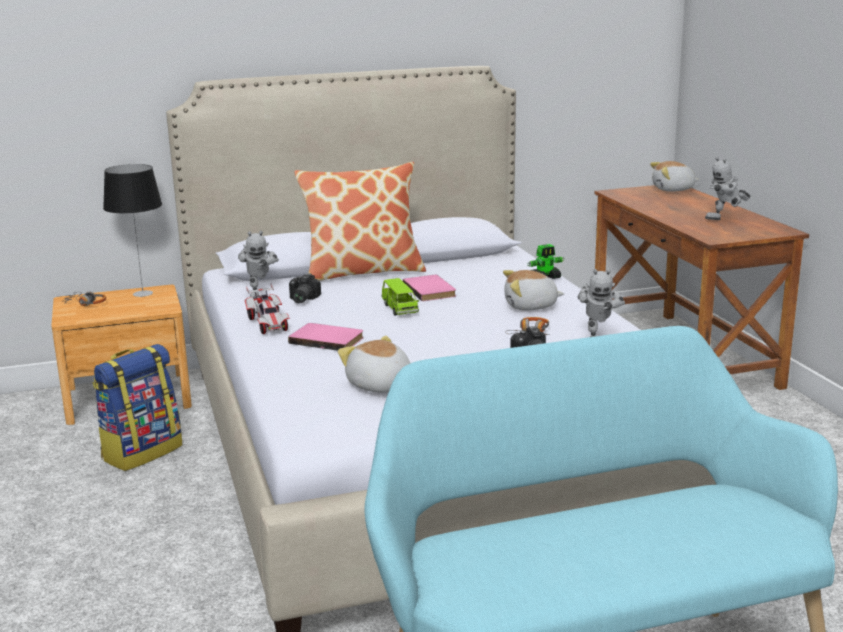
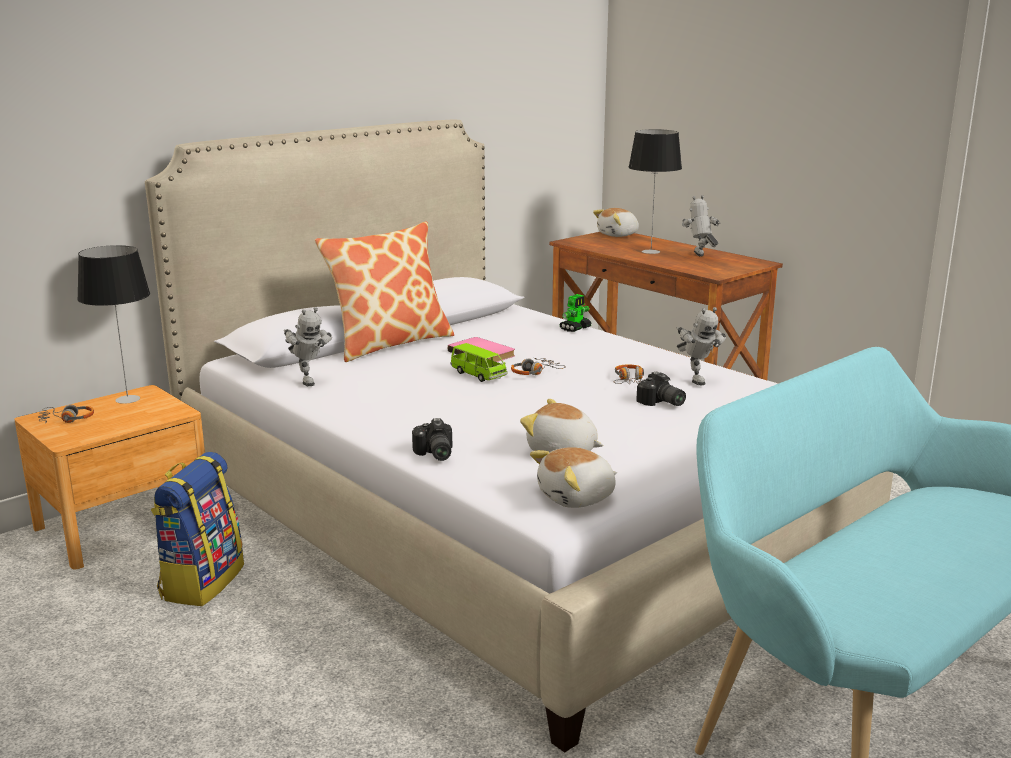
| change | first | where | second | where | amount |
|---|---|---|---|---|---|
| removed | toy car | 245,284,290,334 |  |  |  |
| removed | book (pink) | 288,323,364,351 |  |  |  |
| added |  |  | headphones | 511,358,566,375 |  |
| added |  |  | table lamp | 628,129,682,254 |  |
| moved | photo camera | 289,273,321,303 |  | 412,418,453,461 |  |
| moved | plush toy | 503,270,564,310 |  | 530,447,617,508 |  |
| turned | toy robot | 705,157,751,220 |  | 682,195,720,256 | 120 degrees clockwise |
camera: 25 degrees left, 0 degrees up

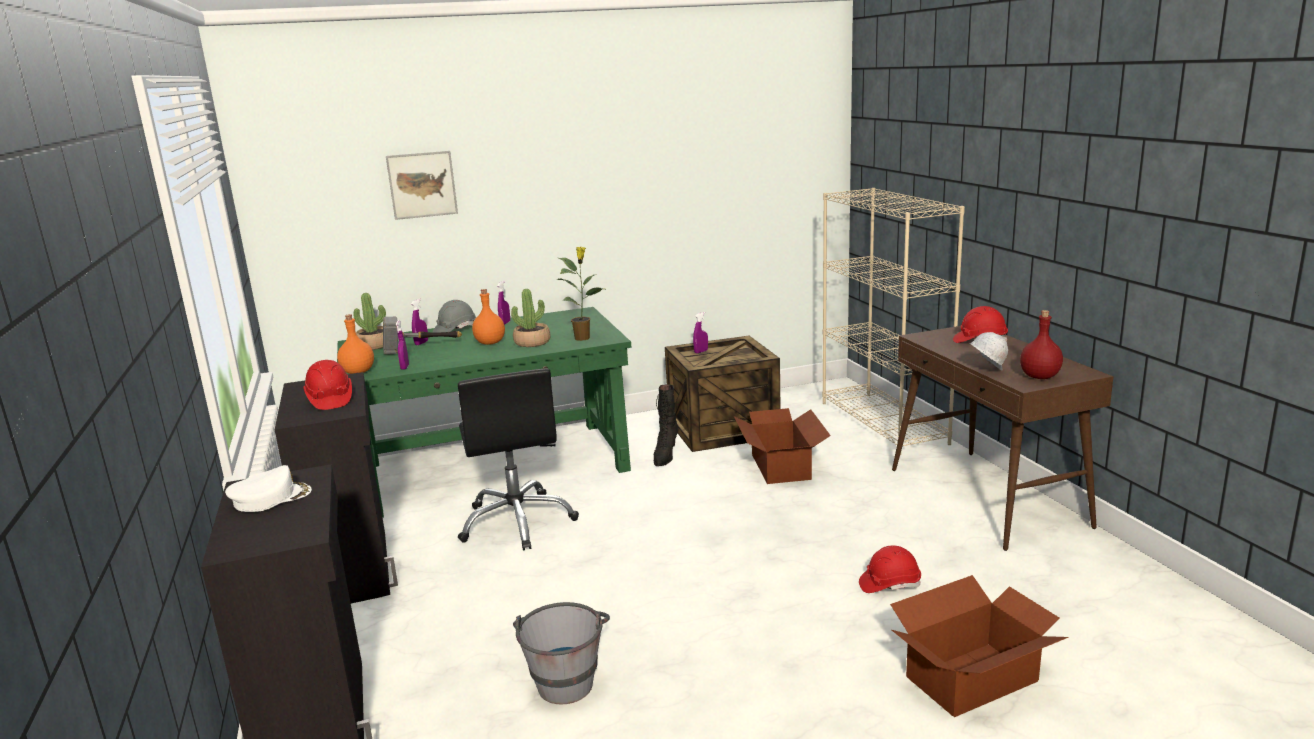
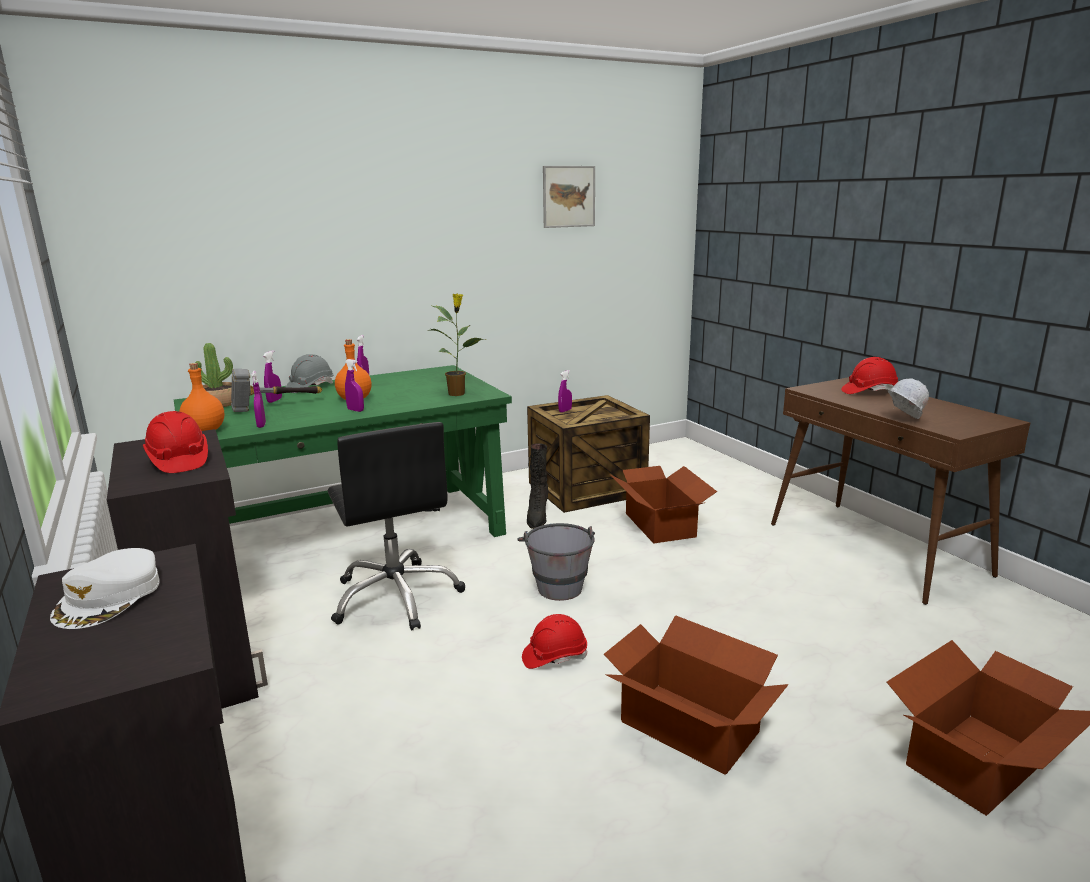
| change | first | where | second | where | amount |
|---|---|---|---|---|---|
| removed | potted plant | 511,289,550,347 |  |  |  |
| removed | bookcase (beige) | 822,188,965,455 |  |  |  |
| removed | bottle (red) | 1020,310,1063,379 |  |  |  |
| added |  |  | spray bottle (purple) | 345,359,364,412 |  |
| added |  |  | cardboard box | 604,615,788,775 |  |
| moved | picture | 386,151,458,220 |  | 543,166,595,228 |  |
| moved | bucket (grey) | 513,602,610,704 |  | 517,523,595,601 |  |
| moved | hard hat (red) | 859,545,921,593 |  | 522,614,587,669 |  |
| turned | cap (white) | 225,465,312,512 |  | 50,548,160,629 | 135 degrees clockwise |
camera: 10 degrees left, 0 degrees up

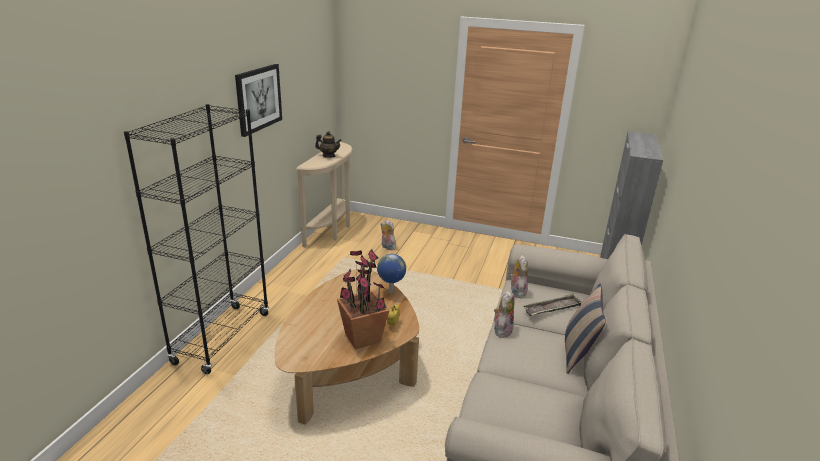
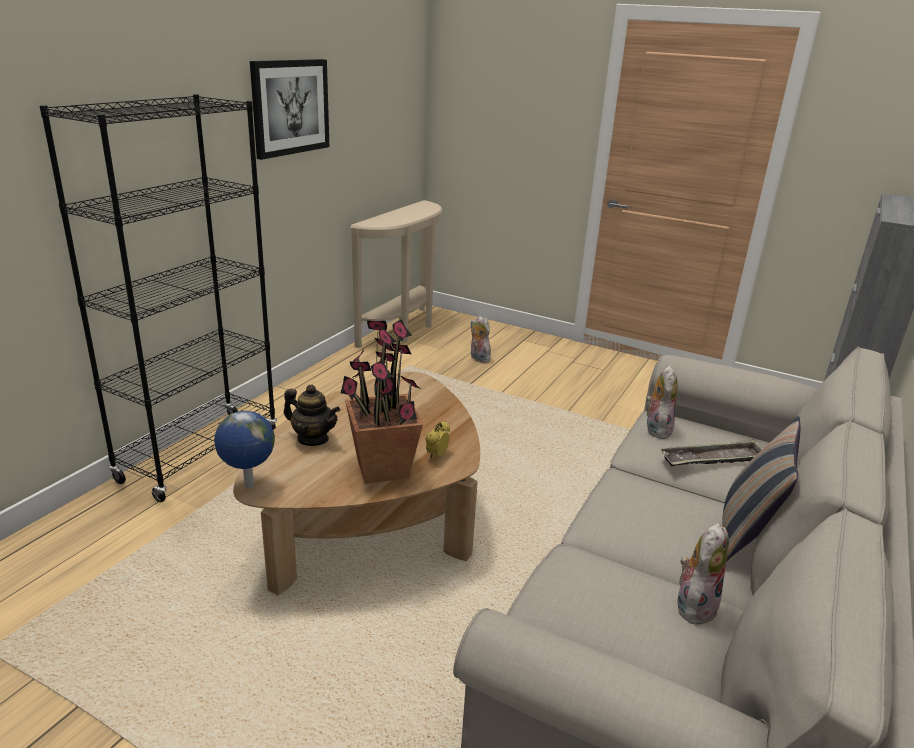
| change | first | where | second | where | amount |
|---|---|---|---|---|---|
| moved | teapot | 315,131,342,158 |  | 284,384,340,446 |  |
| moved | globe | 377,254,406,294 |  | 214,411,275,489 |  |
| moved | plush toy | 494,290,515,338 |  | 678,523,729,624 |  |
camera: 10 degrees right, 0 degrees up

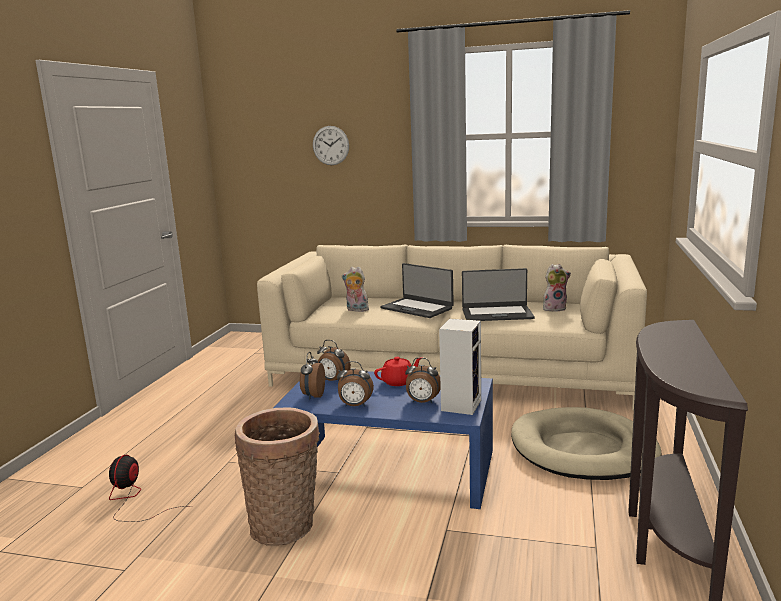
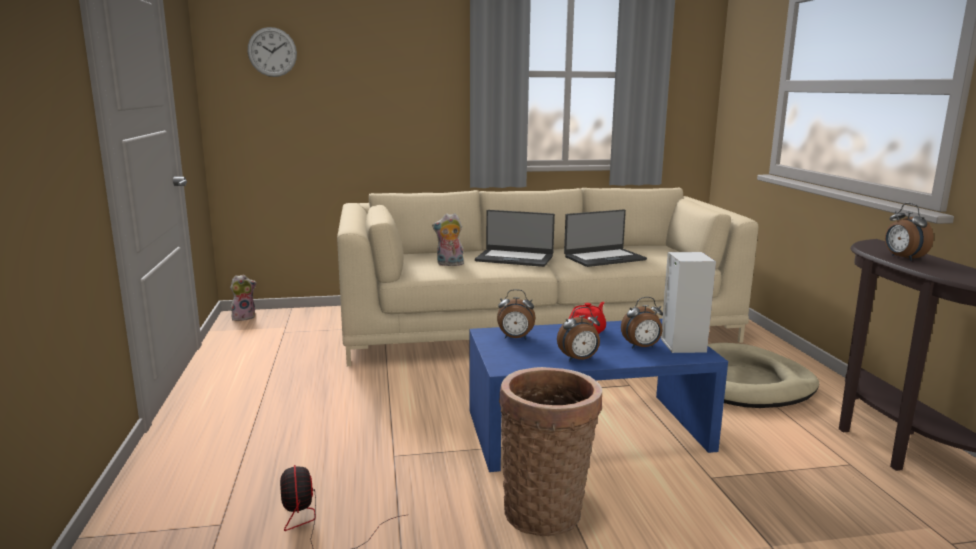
| change | first | where | second | where | amount |
|---|---|---|---|---|---|
| moved | alarm clock | 300,352,325,400 |  | 885,203,934,261 |  |
| moved | wall clock | 313,126,349,165 |  | 248,27,297,77 |  |
| moved | plush toy | 543,264,571,312 |  | 230,275,257,321 |  |
camera: 25 degrees left, 0 degrees up

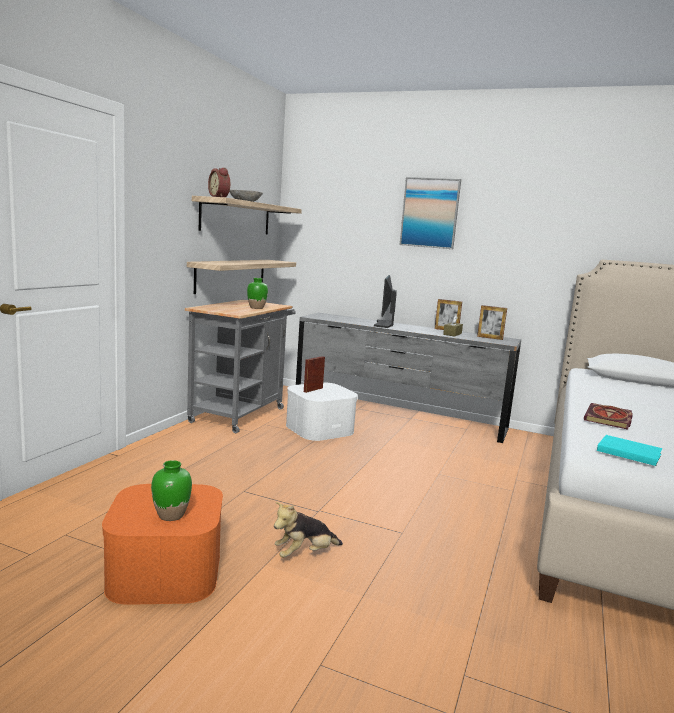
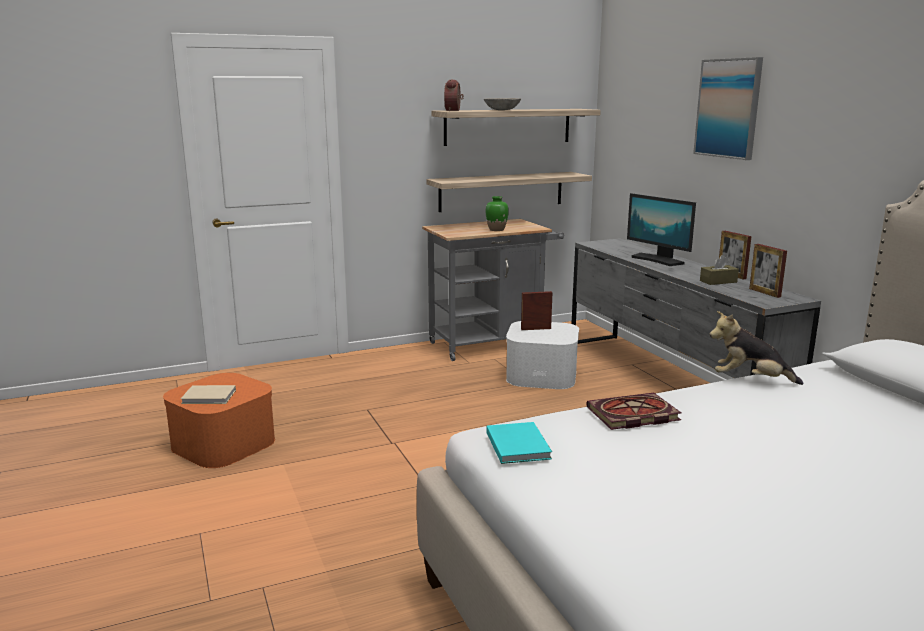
| change | first | where | second | where | amount |
|---|---|---|---|---|---|
| moved | plush toy | 274,502,343,558 |  | 710,311,803,385 |  |
| replaced | vase (green) | 151,460,192,521 | book (beige) | 181,385,236,404 |  |
| turned | monitor | 374,275,397,328 |  | 627,193,696,266 | 90 degrees counterclockwise |
camera: 45 degrees right, 5 degrees up

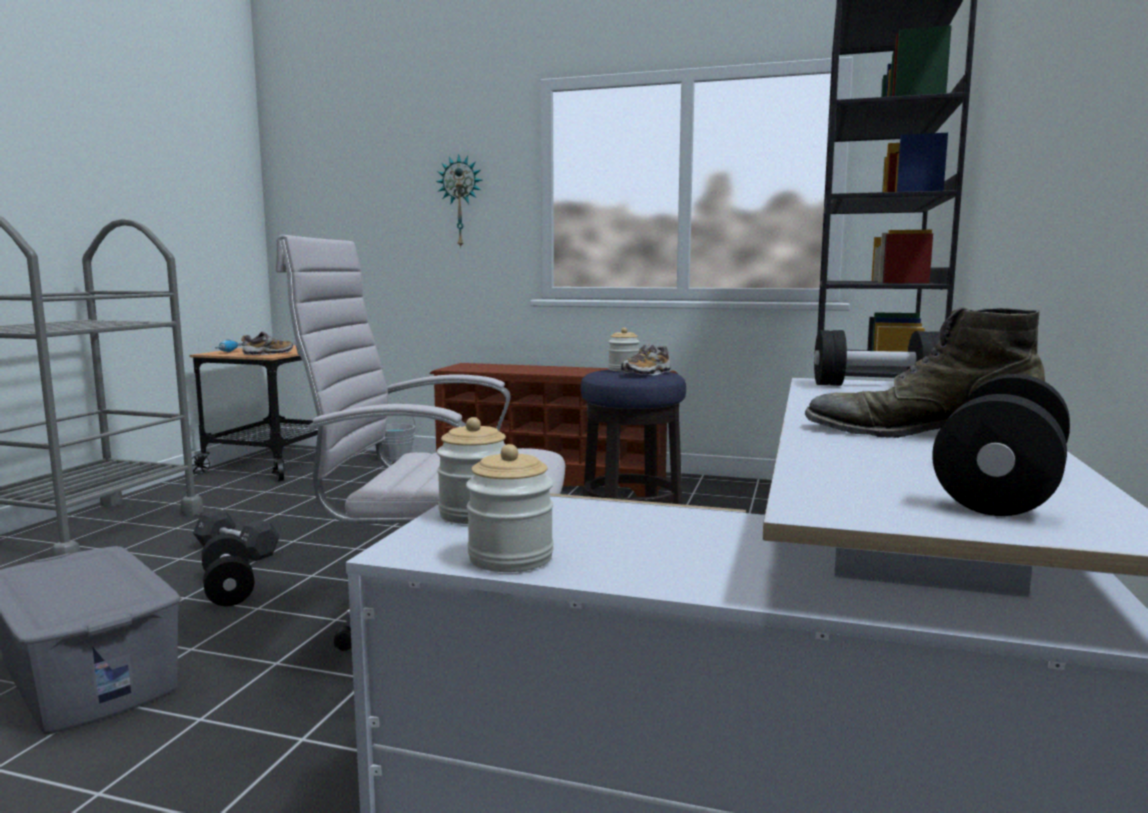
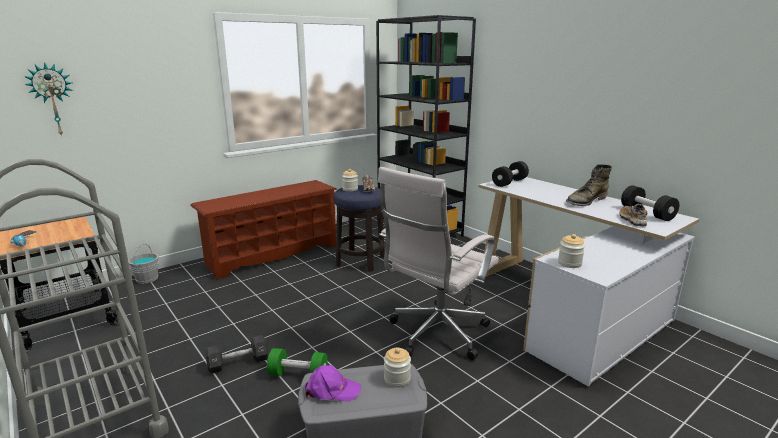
| change | first | where | second | where | amount |
|---|---|---|---|---|---|
| added |  |  | cap (purple) | 305,365,361,402 |  |
| moved | shoe | 241,331,293,355 |  | 619,204,647,227 |  |
| moved | wall clock | 436,154,482,249 |  | 24,62,73,137 |  |
| moved | jar | 466,444,554,572 |  | 384,348,411,388 |  |
| recoloured | dumbbell (black) | 202,533,255,606 | dumbbell (green) | 267,348,328,376 |  |
camera: 55 degrees left, 10 degrees up

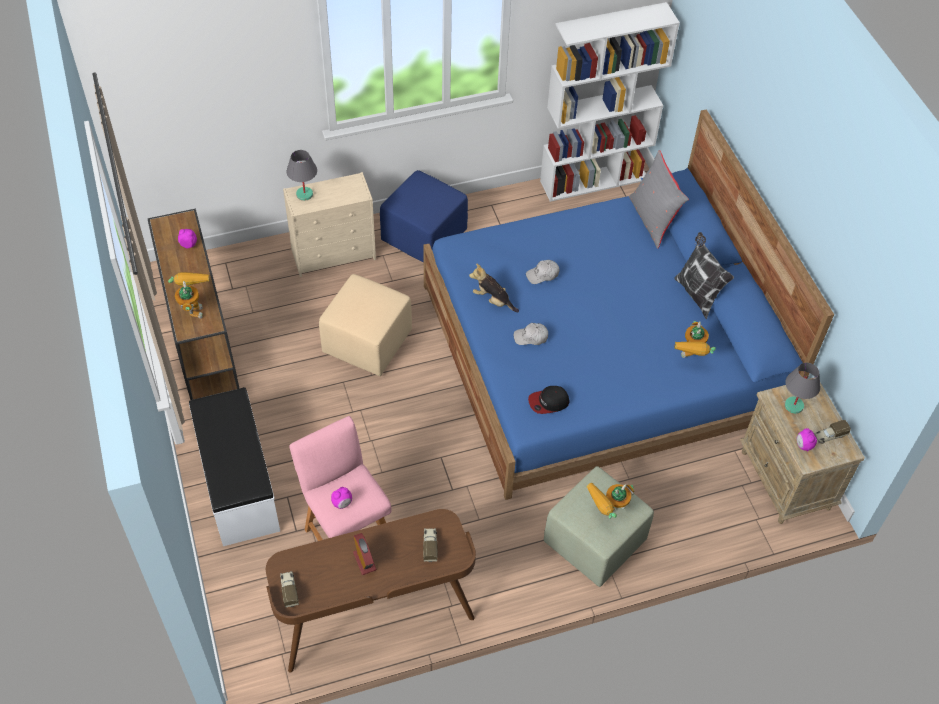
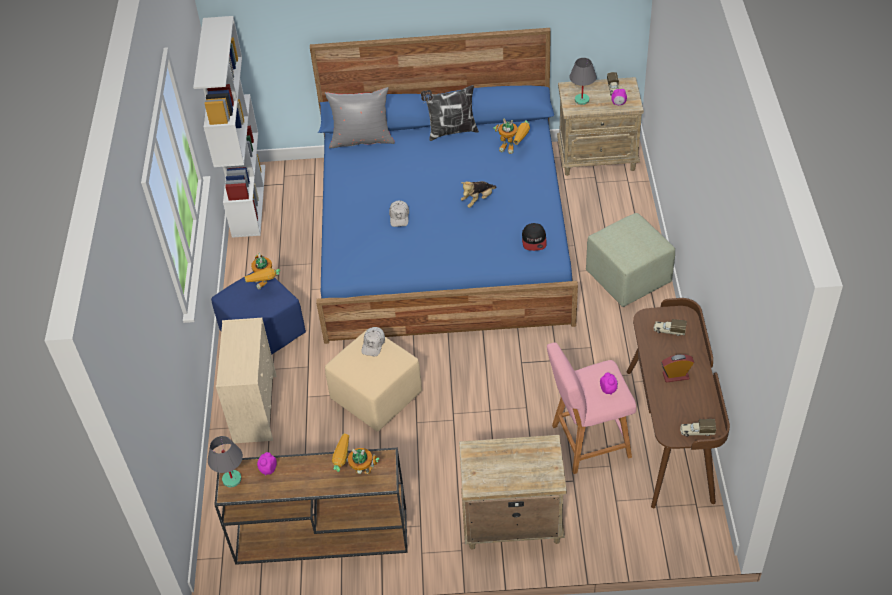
| change | first | where | second | where | amount |
|---|---|---|---|---|---|
| moved | table lamp (grey) | 287,150,317,201 |  | 208,436,243,488 |  |
| moved | plush toy | 469,263,519,312 |  | 461,181,496,208 |  |
| moved | cap (white) | 514,323,548,345 |  | 361,327,385,356 |  |
| moved | toy robot | 587,483,634,518 |  | 244,253,280,289 |  |
| replaced | bench (white) | 189,387,280,546 | nightstand (beige) | 459,435,567,550 |  |
camera: 70 degrees left, 5 degrees down

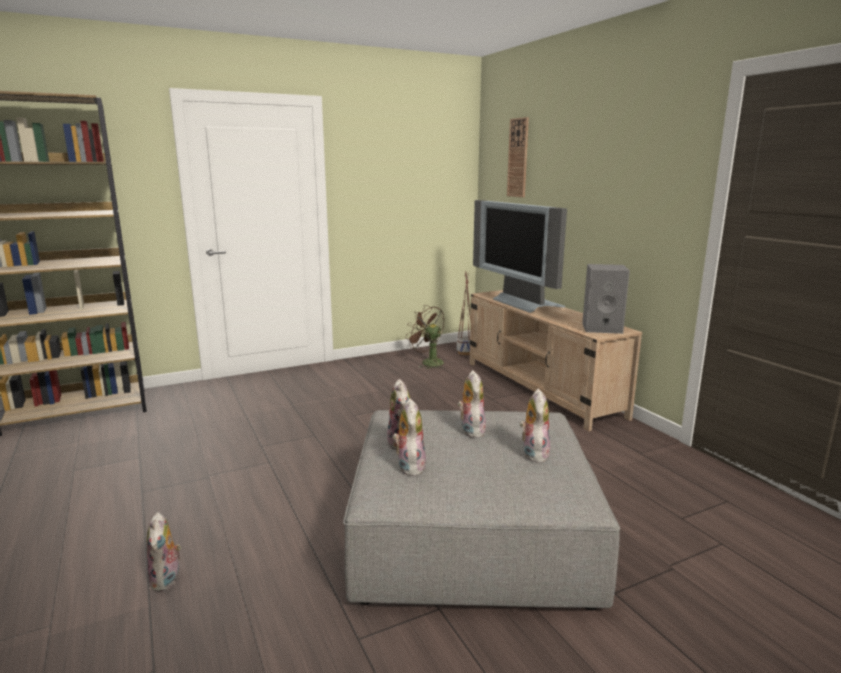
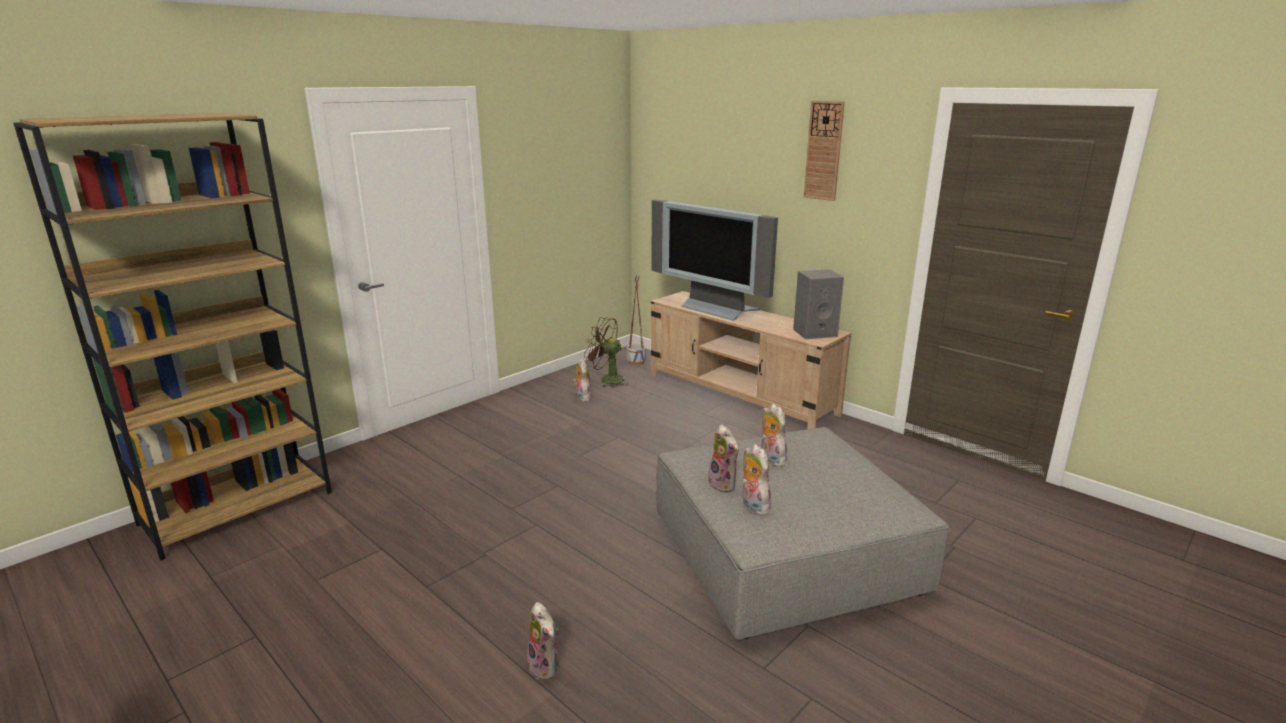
| change | first | where | second | where | amount |
|---|---|---|---|---|---|
| moved | wall clock | 507,117,529,197 |  | 804,101,845,201 |  |
| moved | plush toy | 520,389,550,463 |  | 573,359,592,402 |  |
camera: 20 degrees left, 5 degrees up

